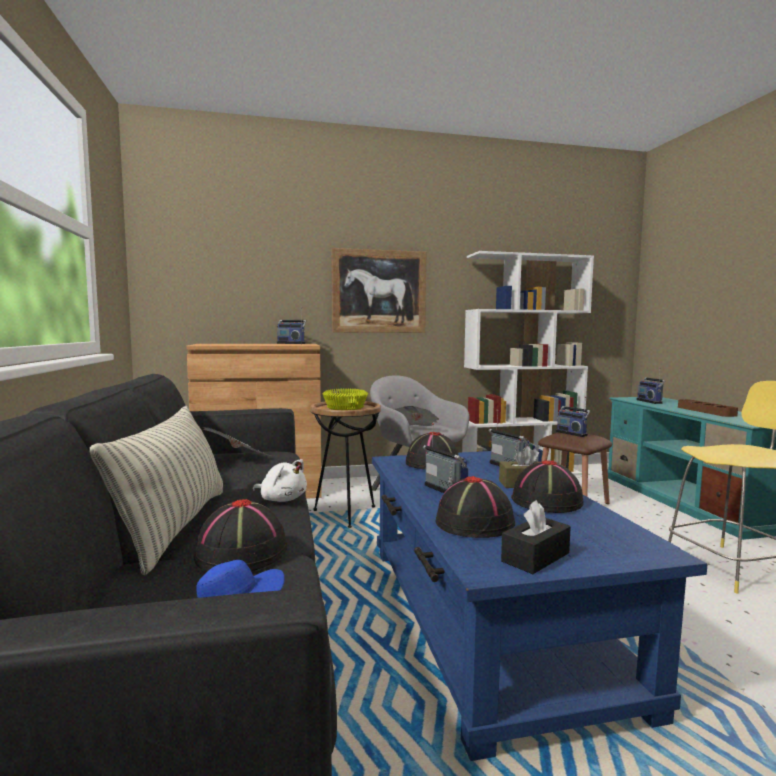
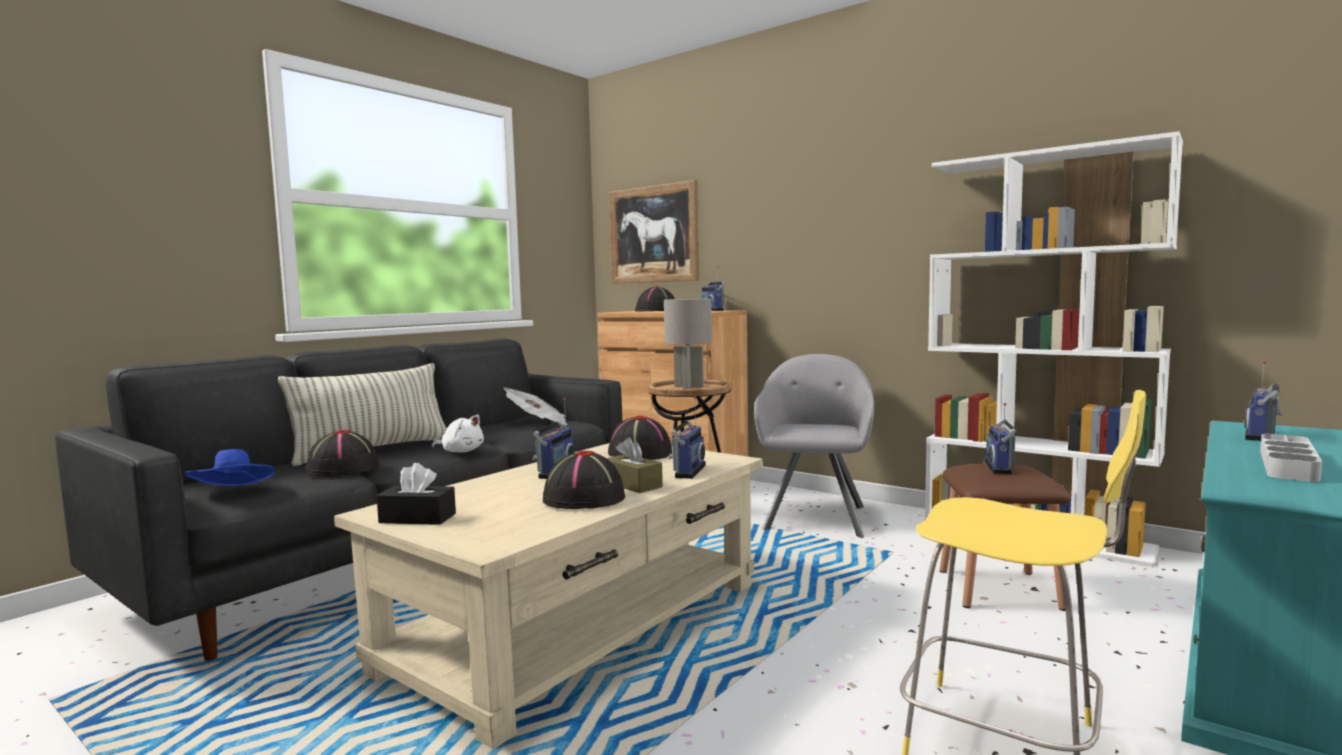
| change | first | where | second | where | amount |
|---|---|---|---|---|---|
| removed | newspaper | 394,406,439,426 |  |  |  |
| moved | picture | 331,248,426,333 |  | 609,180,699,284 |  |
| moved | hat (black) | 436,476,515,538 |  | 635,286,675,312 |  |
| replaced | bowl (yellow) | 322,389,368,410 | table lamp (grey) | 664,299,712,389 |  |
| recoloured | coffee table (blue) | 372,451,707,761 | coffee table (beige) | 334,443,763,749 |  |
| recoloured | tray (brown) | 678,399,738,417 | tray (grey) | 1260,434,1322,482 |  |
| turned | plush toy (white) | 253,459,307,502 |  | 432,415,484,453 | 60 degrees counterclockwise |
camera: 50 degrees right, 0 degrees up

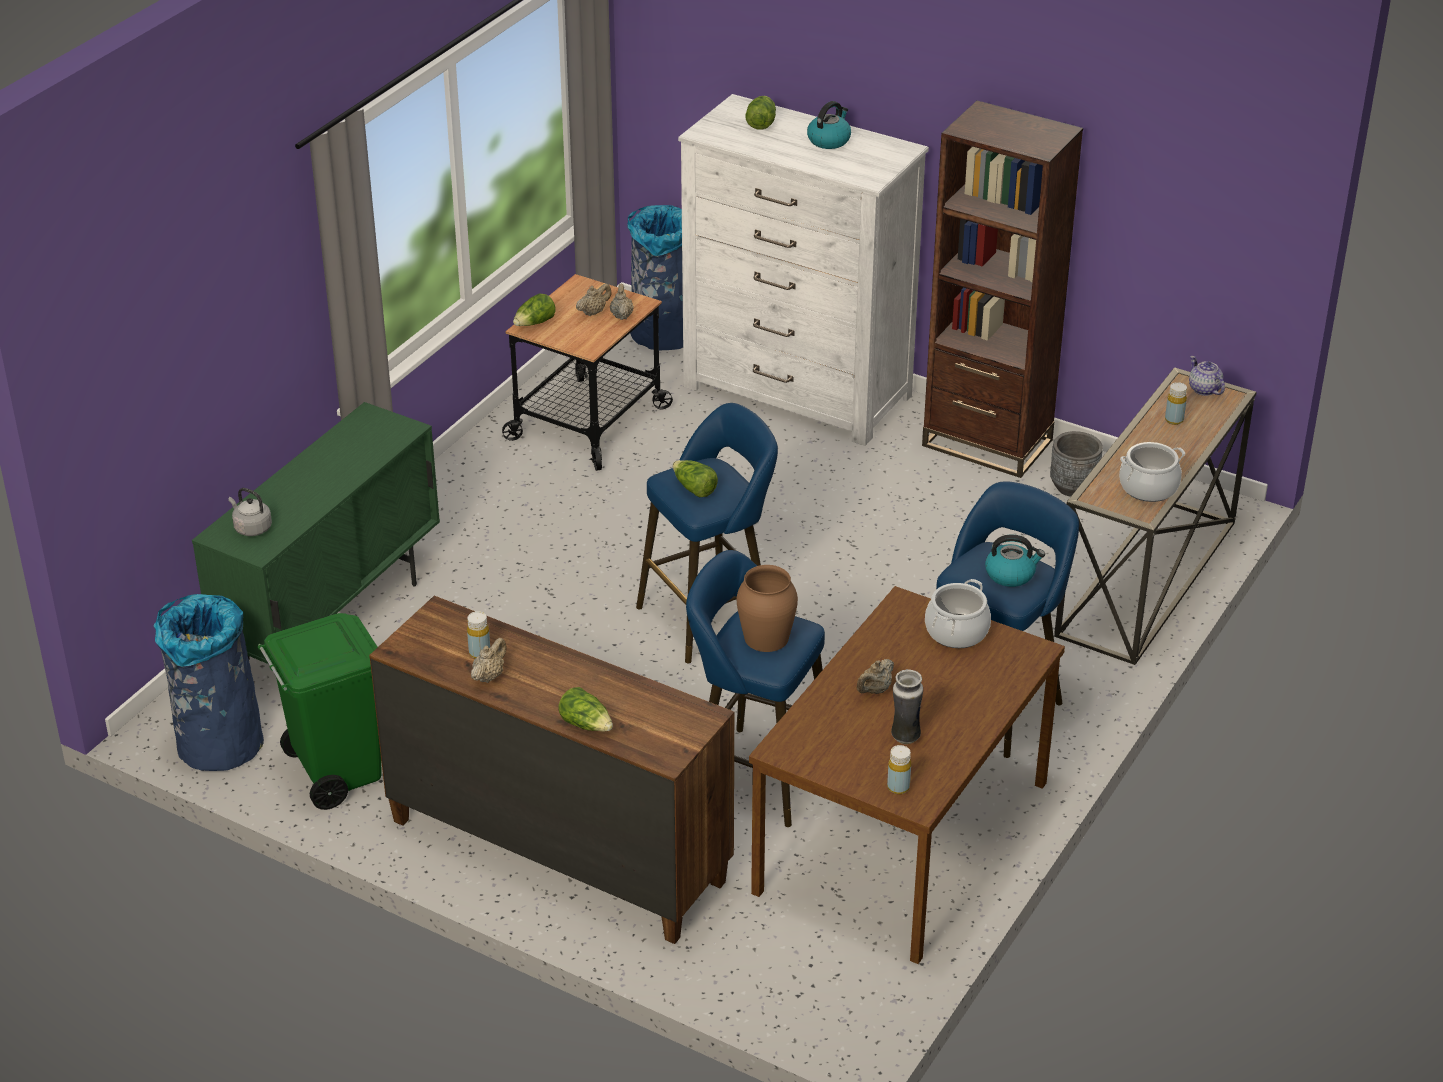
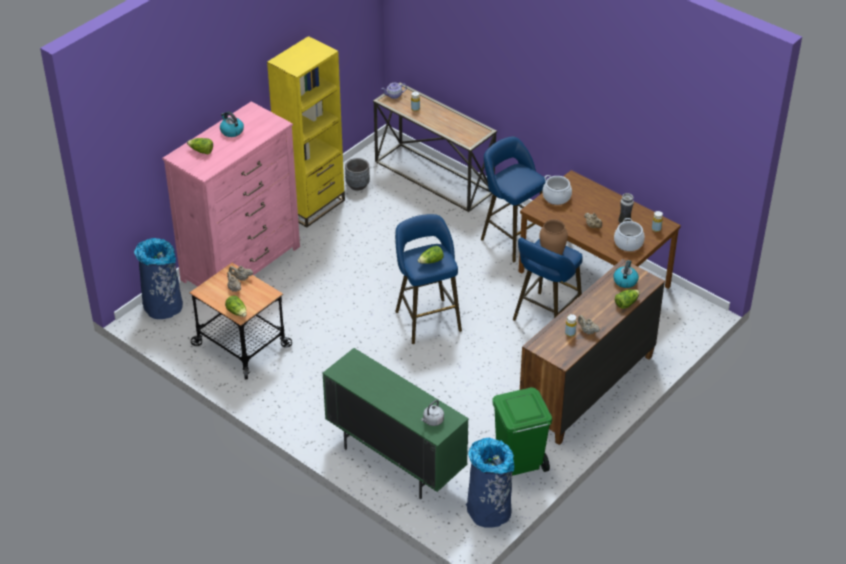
| change | first | where | second | where | amount |
|---|---|---|---|---|---|
| moved | kettle | 985,535,1045,587 |  | 613,260,639,288 |  |
| moved | cooking pot | 1119,442,1185,502 |  | 614,218,645,251 |  |
| recoloured | dresser (white) | 678,94,929,446 | dresser (pink) | 162,101,300,287 |  |
| recoloured | bookcase (brown) | 922,101,1083,478 | bookcase (yellow) | 267,36,345,227 |  |
camera: 80 degrees left, 5 degrees up

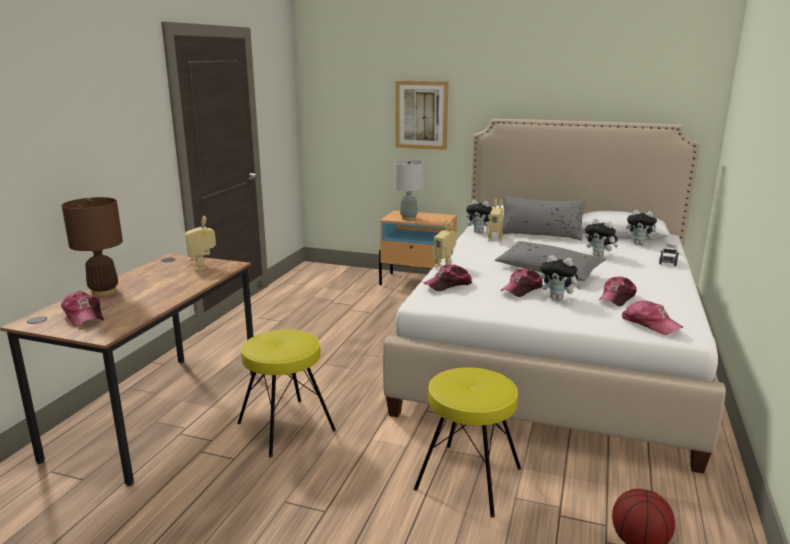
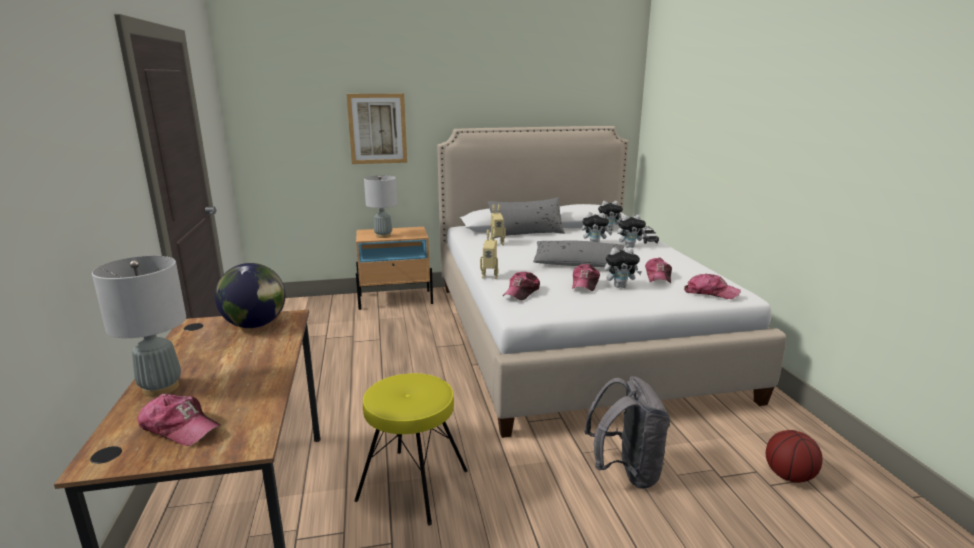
| change | first | where | second | where | amount |
|---|---|---|---|---|---|
| moved | plush toy | 466,200,492,233 |  | 617,215,647,248 |  |
| replaced | toy robot | 185,216,216,270 | globe | 215,263,285,328 |  |
| replaced | stool (yellow) | 414,367,521,518 | backpack (grey) | 584,376,670,489 |  |
| recoloured | table lamp (brown) | 62,197,123,296 | table lamp (grey) | 92,256,186,397 |  |
camera: 30 degrees left, 0 degrees up

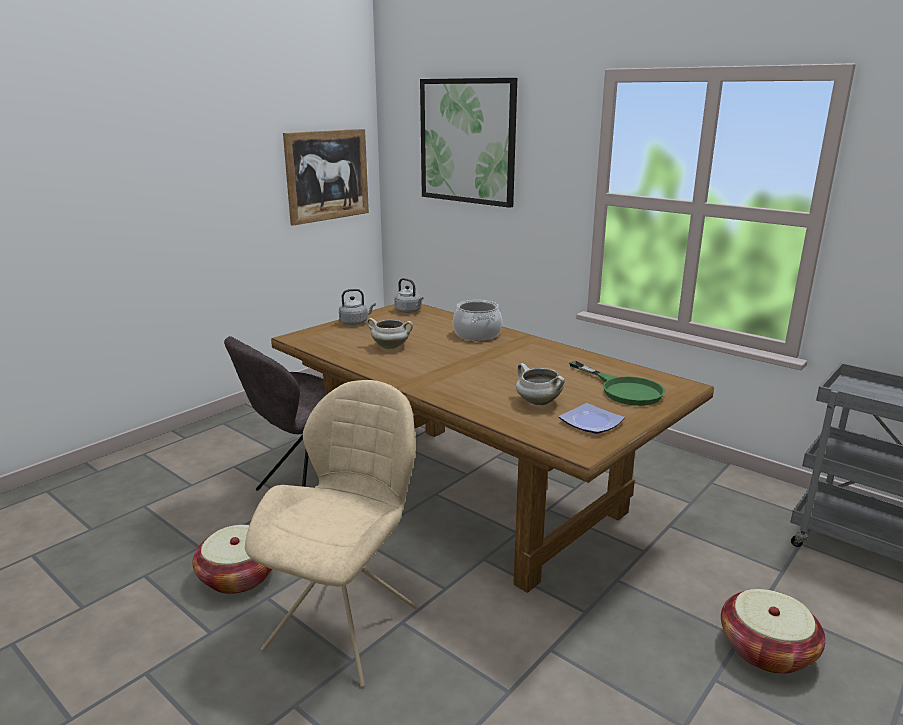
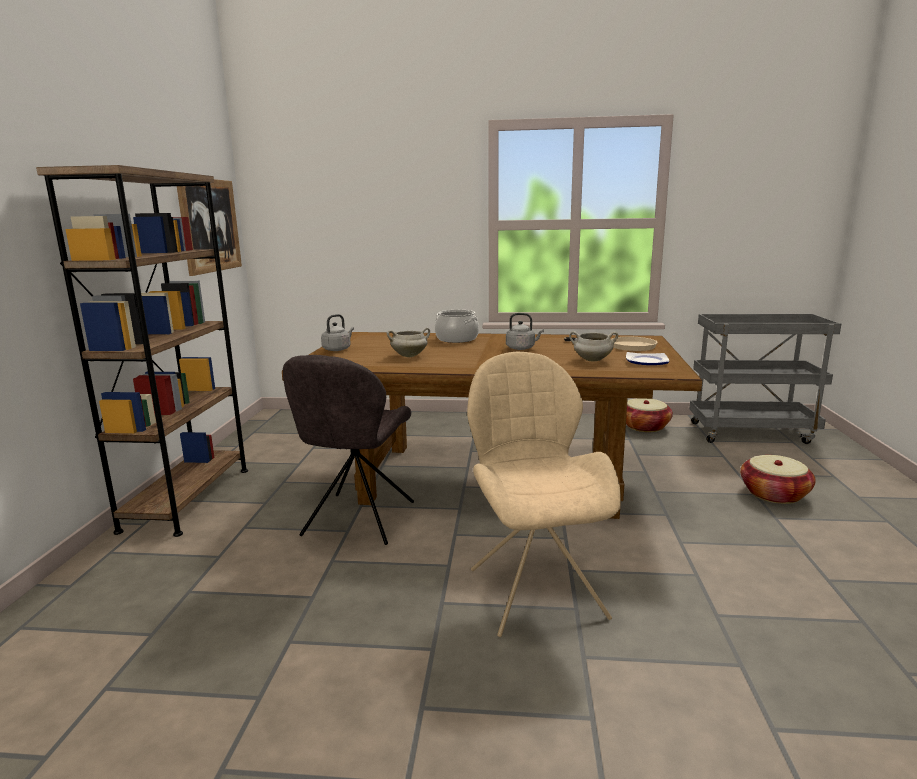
| change | first | where | second | where | amount |
|---|---|---|---|---|---|
| removed | picture | 420,78,517,208 |  |  |  |
| added |  |  | bookcase (brown) | 36,165,248,537 |  |
| moved | basket | 192,525,272,594 |  | 626,398,673,432 |  |
| moved | kettle (grey) | 394,278,424,313 |  | 506,313,544,350 |  |
| recoloured | frying pan (green) | 569,361,665,406 | frying pan (beige) | 564,336,658,351 |  |
camera: 35 degrees left, 5 degrees down

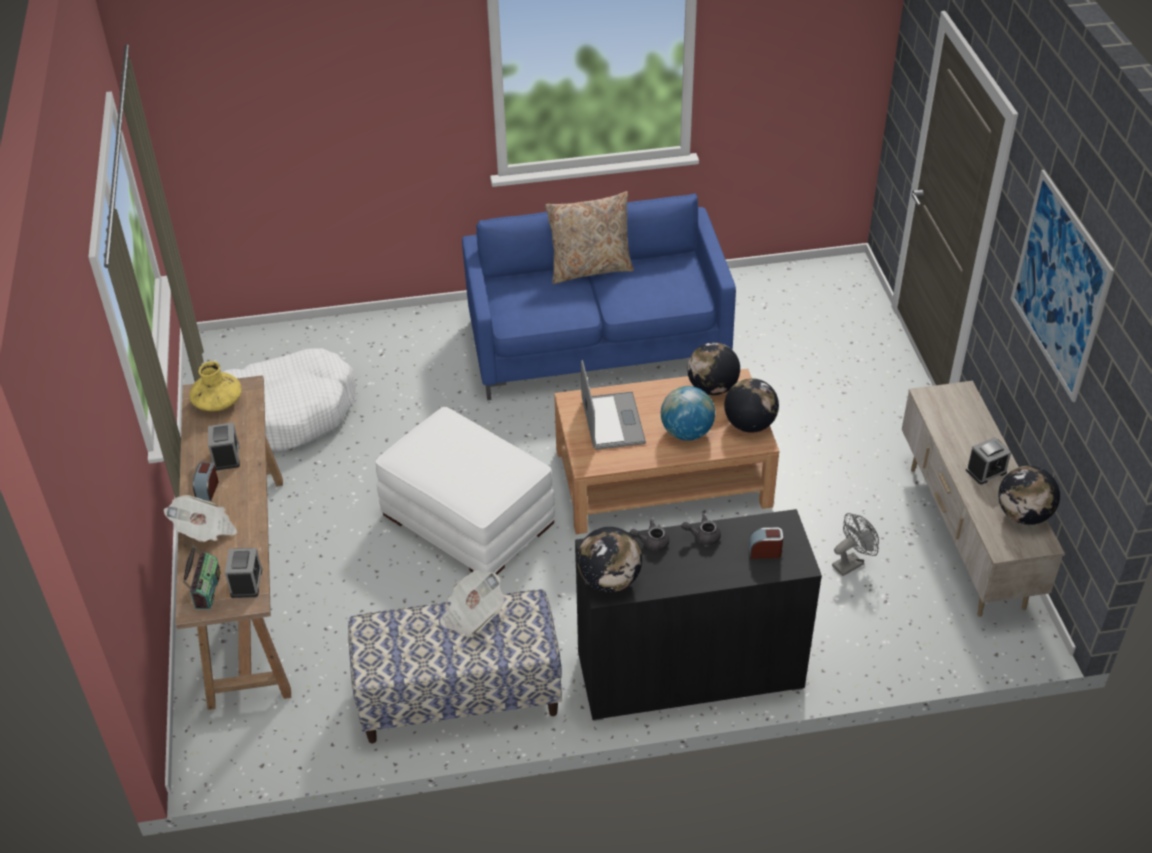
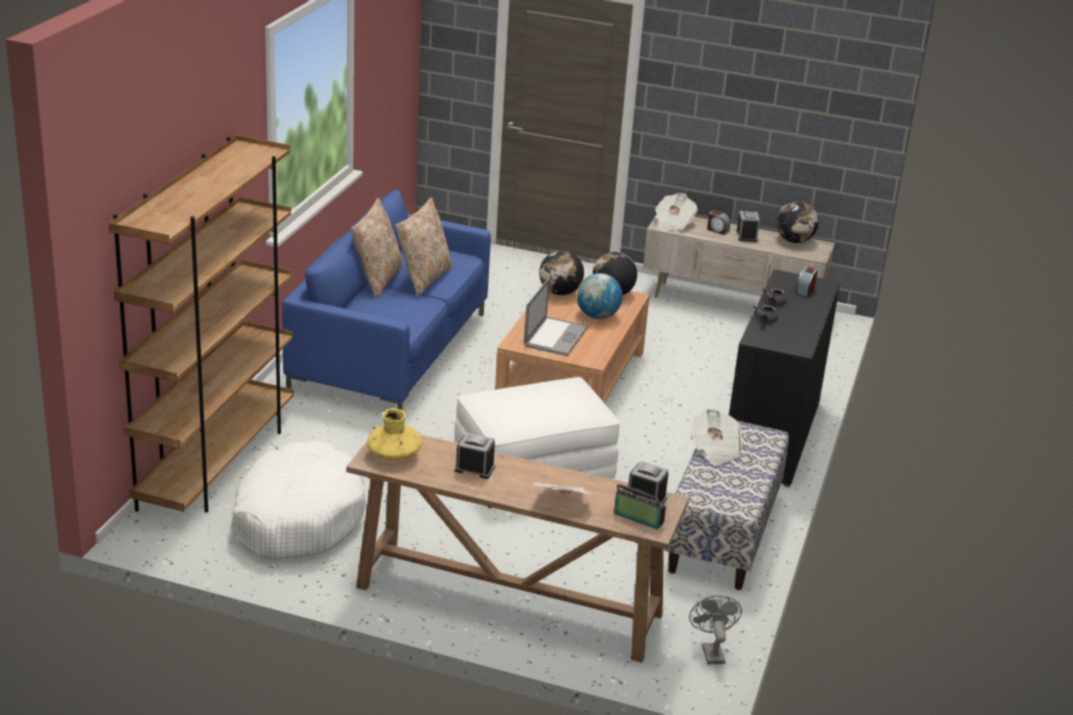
| change | first | where | second | where | amount |
|---|---|---|---|---|---|
| removed | globe | 577,527,642,592 |  |  |  |
| removed | picture | 1011,170,1114,402 |  |  |  |
| added |  |  | bookcase (brown) | 109,135,294,512 |  |
| added |  |  | pillow (beige) | 395,197,453,297 |  |
| added |  |  | newspaper | 655,193,698,231 |  |
| moved | alarm clock | 192,462,219,501 |  | 707,210,730,235 |  |
| moved | fan (grey) | 832,513,879,576 |  | 689,595,742,664 |  |
| turned | laptop | 581,360,646,450 |  | 524,278,588,356 | 90 degrees clockwise |
camera: 65 degrees left, 15 degrees down

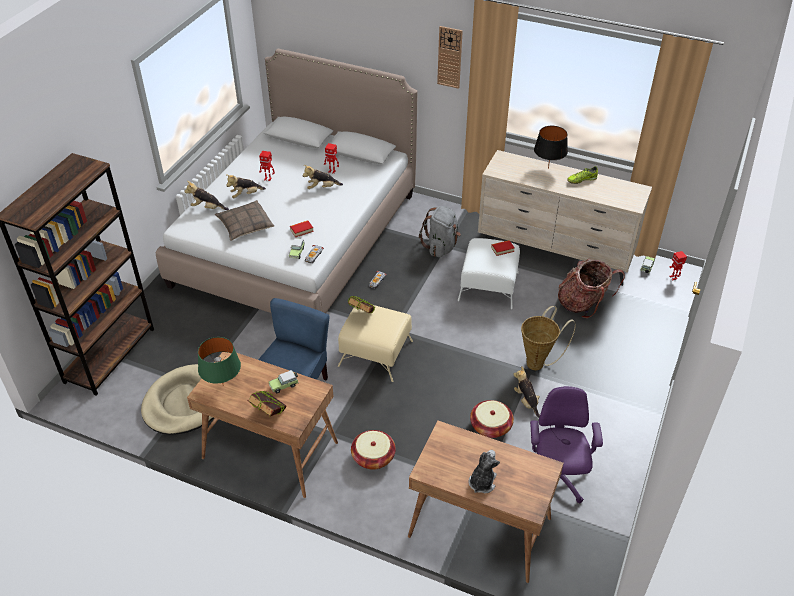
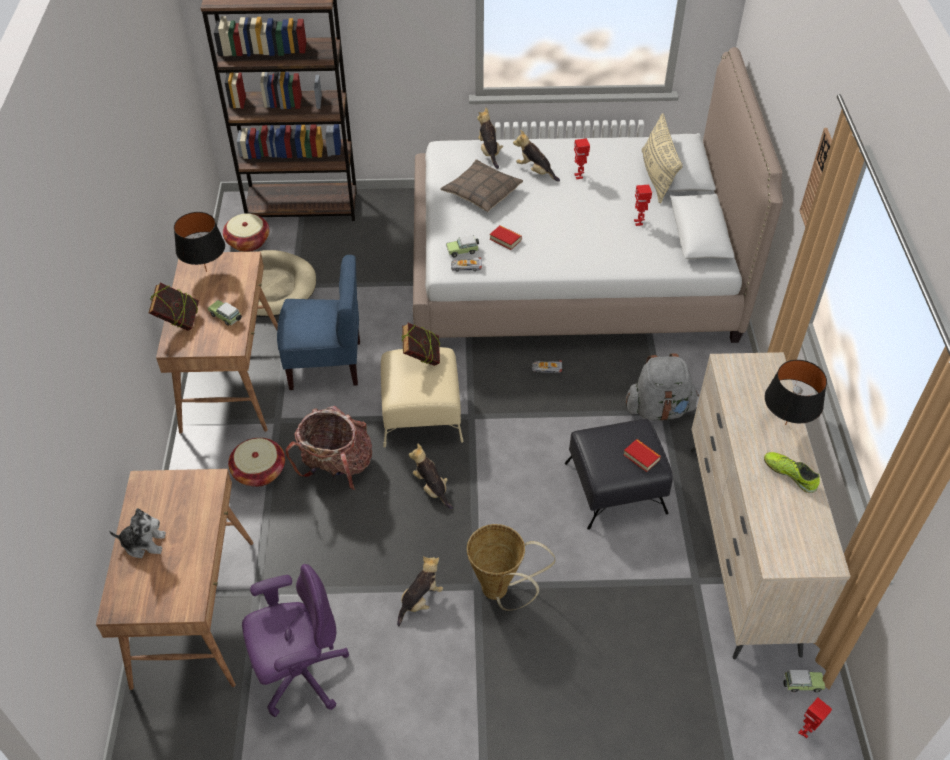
| change | first | where | second | where | amount |
|---|---|---|---|---|---|
| added |  |  | pillow (beige) | 642,113,683,203 |  |
| moved | plush toy | 303,165,343,189 |  | 409,444,453,509 |  |
| moved | basket | 470,400,514,438 |  | 223,213,269,252 |  |
| moved | backpack | 558,259,625,318 |  | 285,406,372,490 |  |
| recoloured | table lamp (green) | 198,337,241,386 | table lamp (black) | 174,212,225,272 |  |
| recoloured | ottoman (white) | 458,238,520,309 | ottoman (black) | 565,419,673,530 |  |
camera: 65 degrees right, 5 degrees up

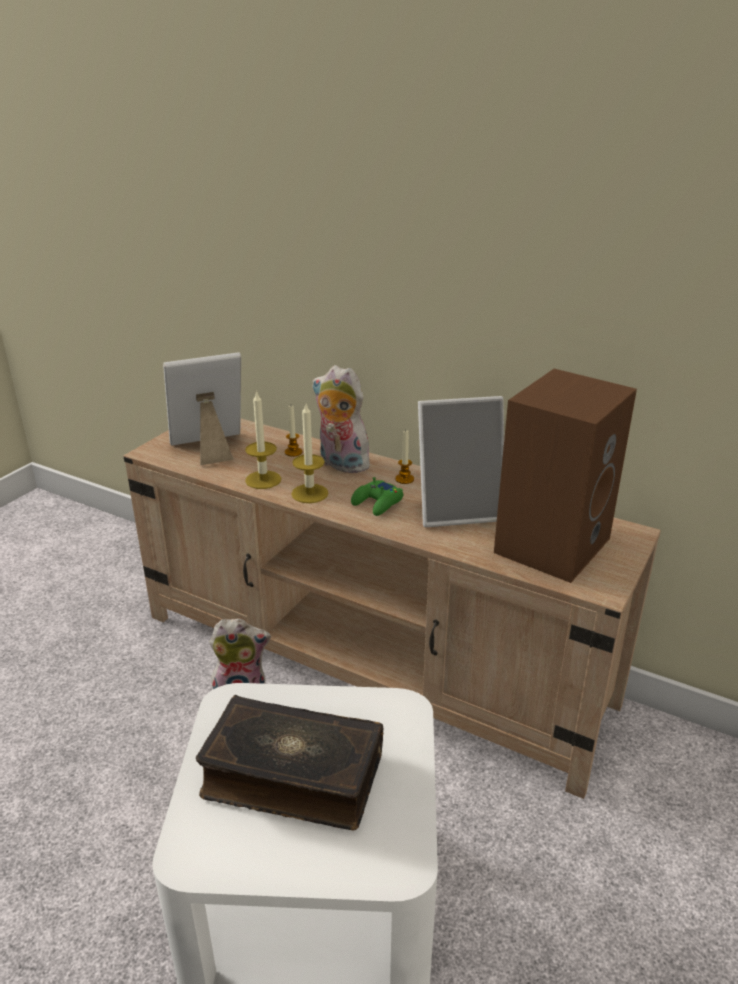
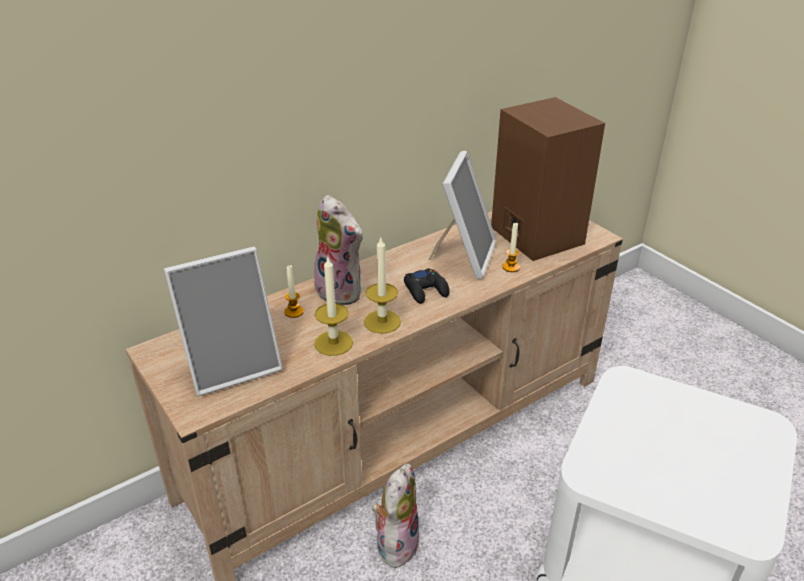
| change | first | where | second | where | amount |
|---|---|---|---|---|---|
| removed | book | 196,695,383,830 |  |  |  |
| moved | candle | 395,430,414,484 |  | 502,223,520,272 |  |
| recoloured | game controller (green) | 351,477,403,516 | game controller (black) | 404,268,450,304 |  |
| turned | picture frame | 163,352,241,465 |  | 164,247,283,396 | 120 degrees counterclockwise |
| turned | plush toy | 312,365,372,474 |  | 314,195,364,305 | 105 degrees counterclockwise |
camera: 65 degrees left, 5 degrees up

